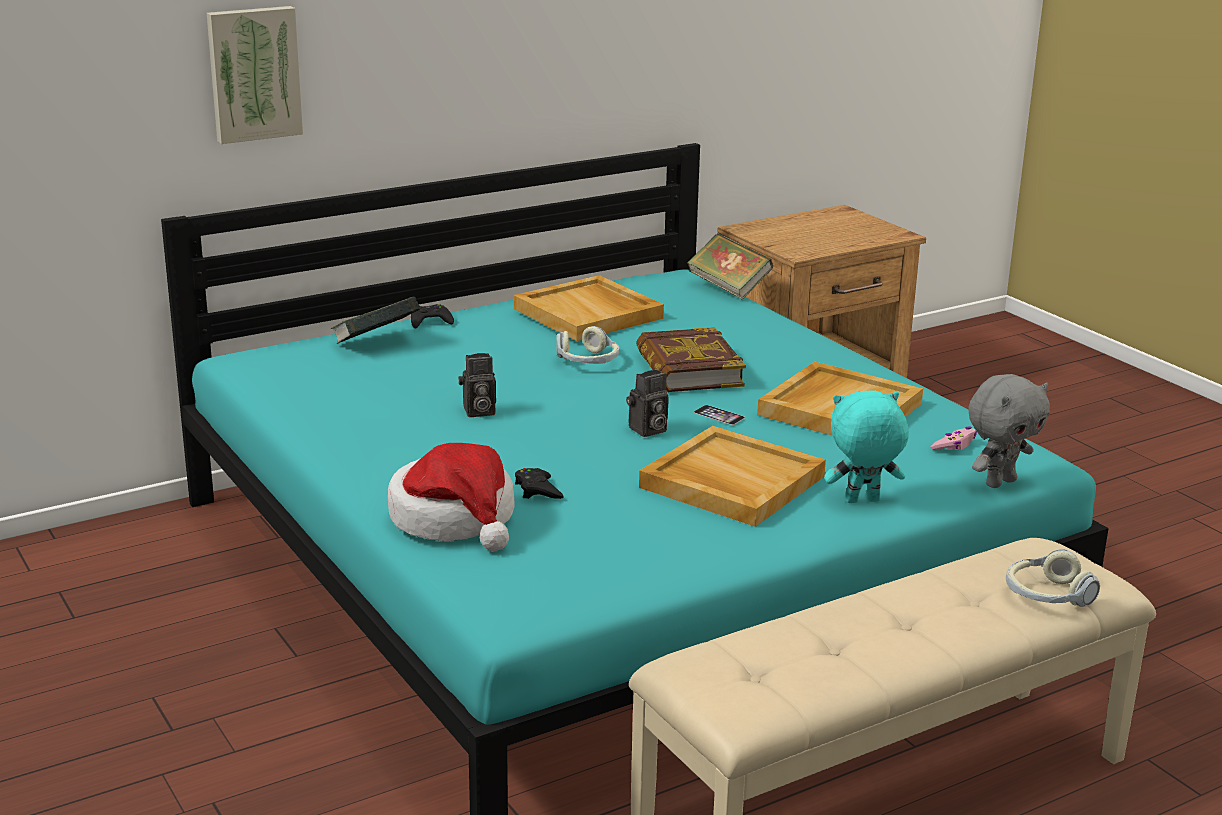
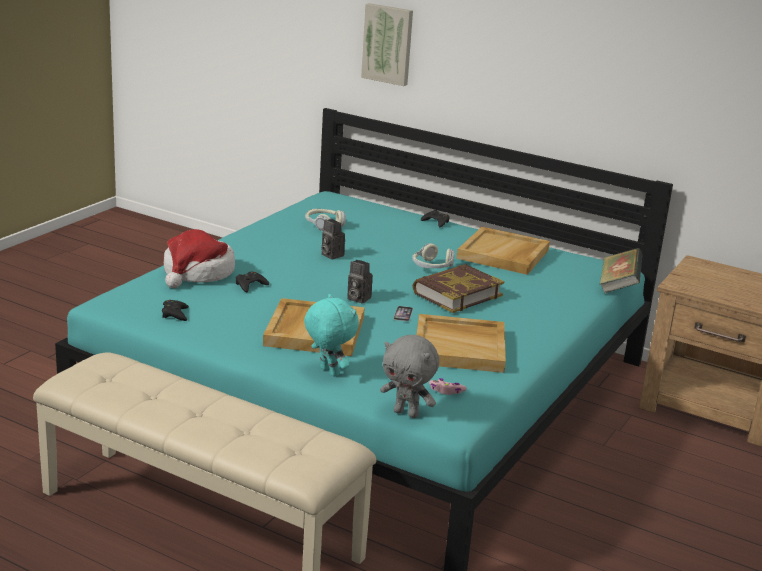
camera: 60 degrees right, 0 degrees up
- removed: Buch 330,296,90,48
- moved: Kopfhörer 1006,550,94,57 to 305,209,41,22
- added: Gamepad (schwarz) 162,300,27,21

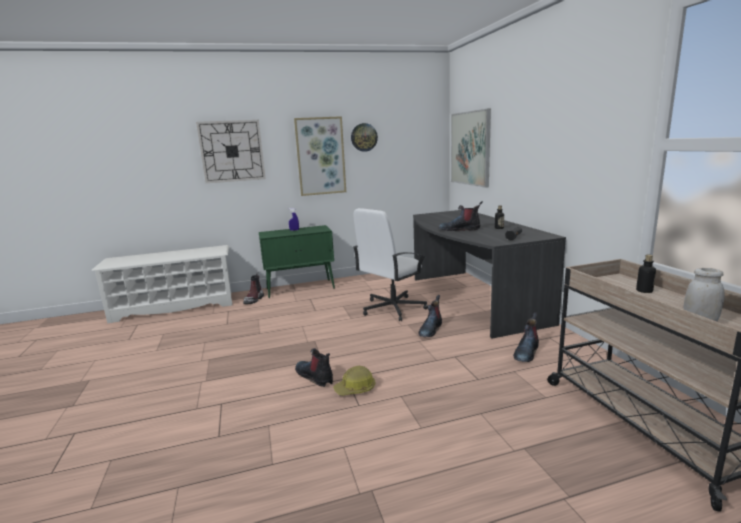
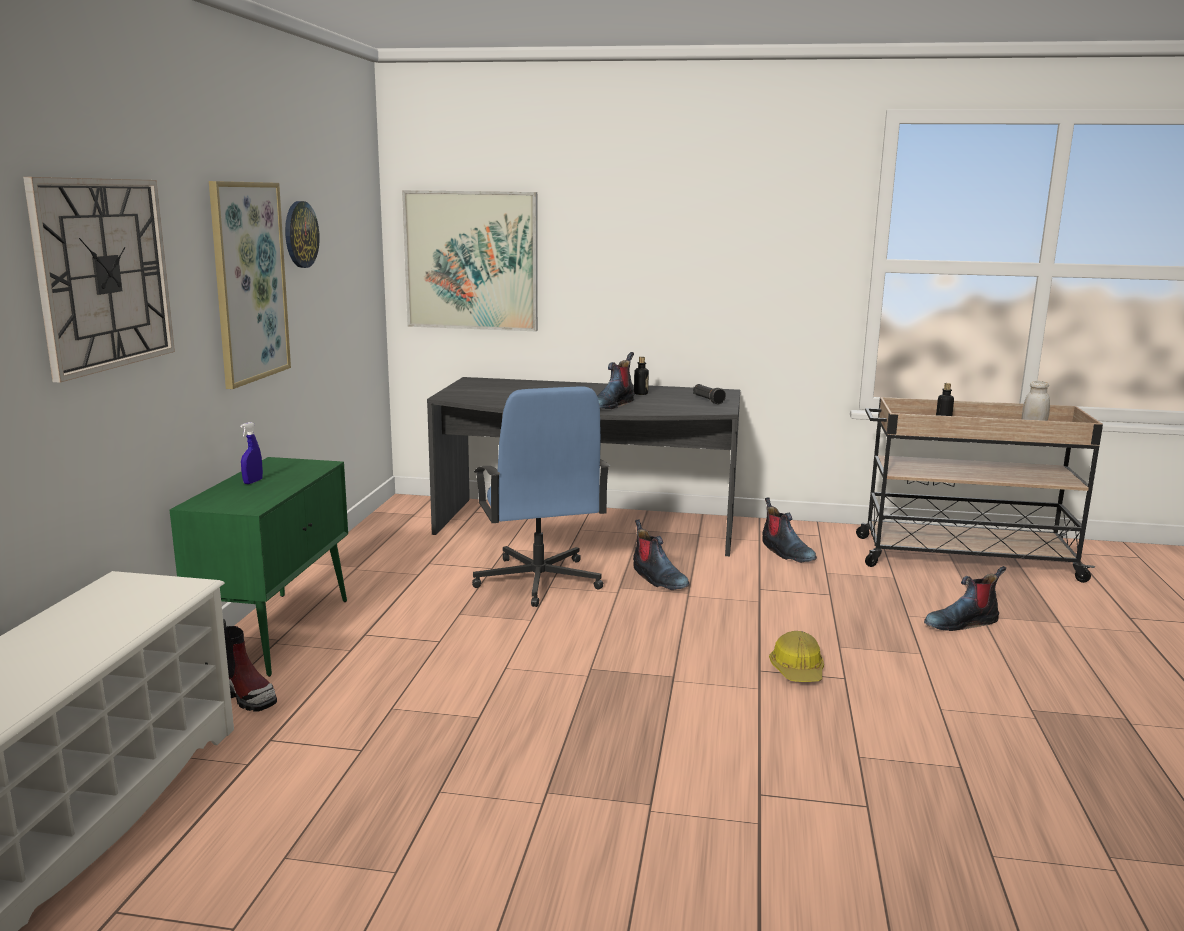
camera: 65 degrees left, 0 degrees up
- recoloured: Bürostuhl (weiß) 353,208,75,113 to Bürostuhl (blau) 472,387,138,220
- moved: Stiefel 295,348,38,39 to 924,566,82,65

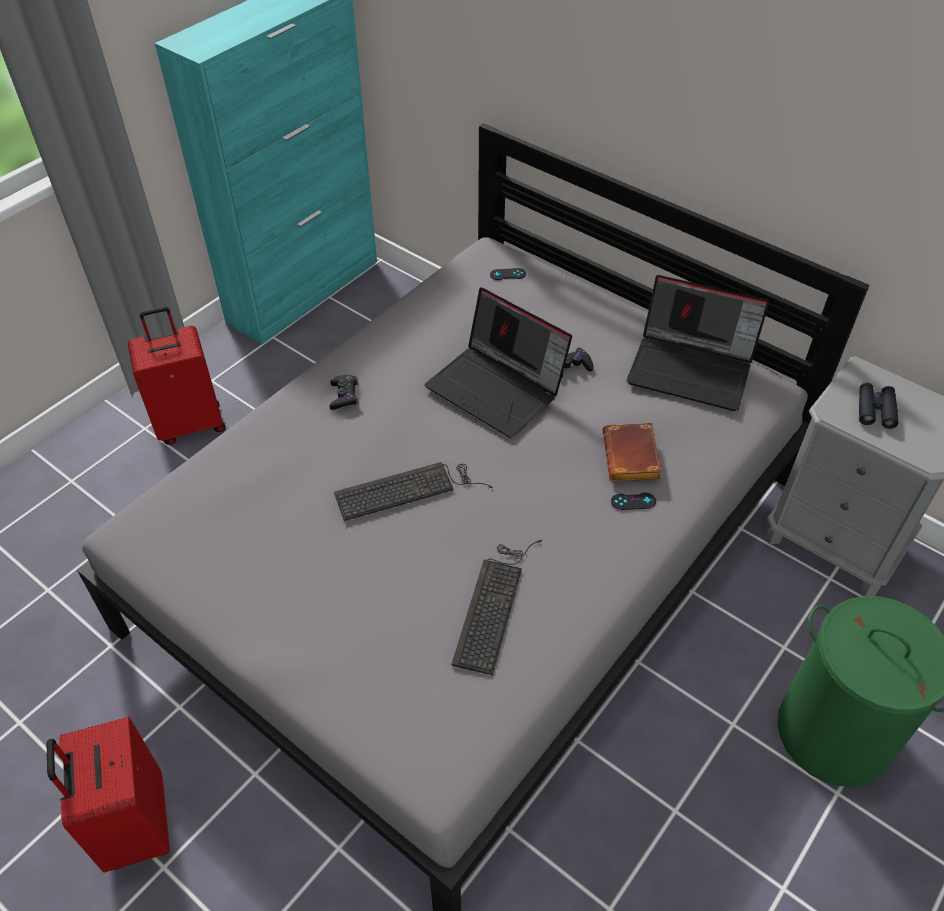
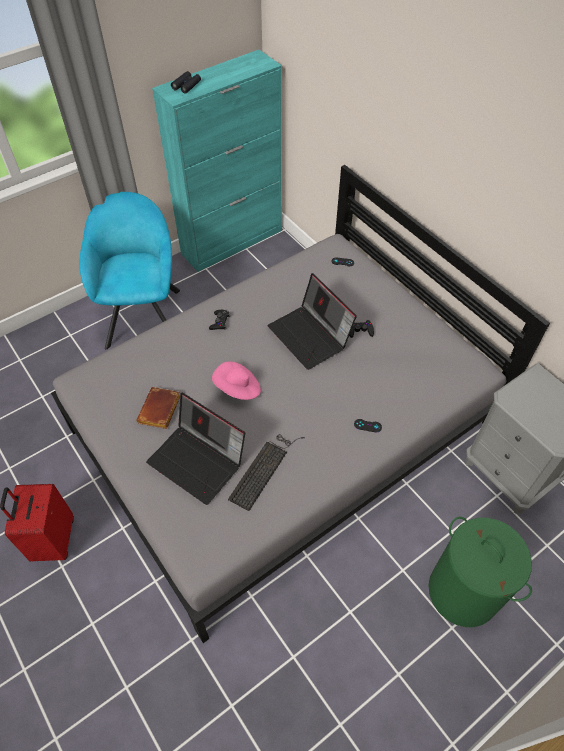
camera: 15 degrees right, 5 degrees up
- moved: Laptop 626,275,143,136 to 146,393,99,112
- replaced: Koffer (rot) 128,307,98,138 to Sessel (türkis) 79,192,101,157
- moved: Fernglas (schwarz) 859,383,39,46 to 171,71,30,23
- moved: Buch (braun) 602,423,59,58 to 136,387,44,42
- replaced: Tastatur 334,462,159,59 to Hut (rosa) 212,362,49,38

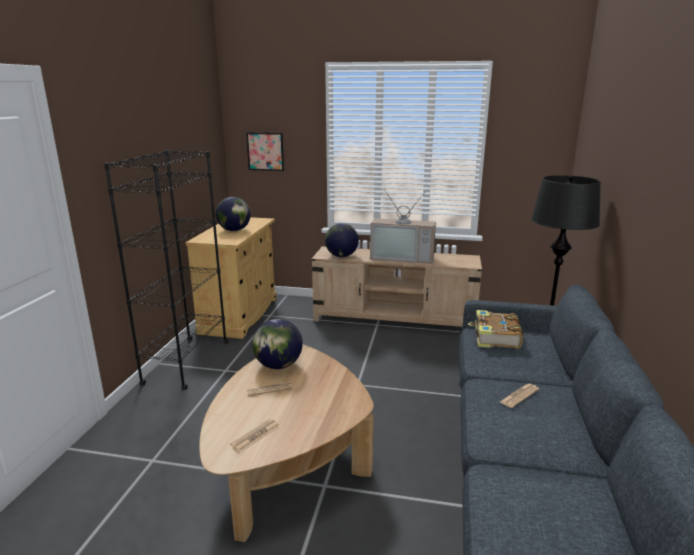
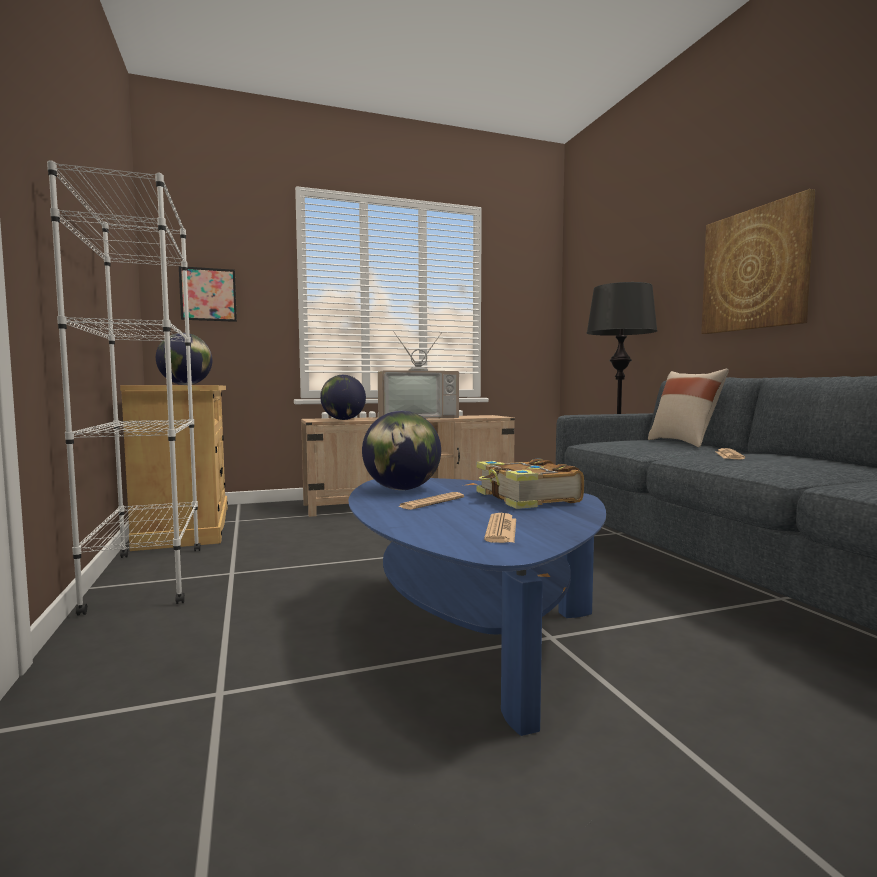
camera: 30 degrees left, 15 degrees down
- recoloured: Bücherregal (schwarz) 104,150,124,240 to Bücherregal (weiß) 47,160,154,456
- moved: Buch 468,310,55,39 to 476,458,108,51
- recoloured: Couchtisch (braun) 199,345,175,197 to Couchtisch (blau) 349,478,257,258
- added: Bild 701,189,114,145
- added: Kissen (beige) 648,369,81,78

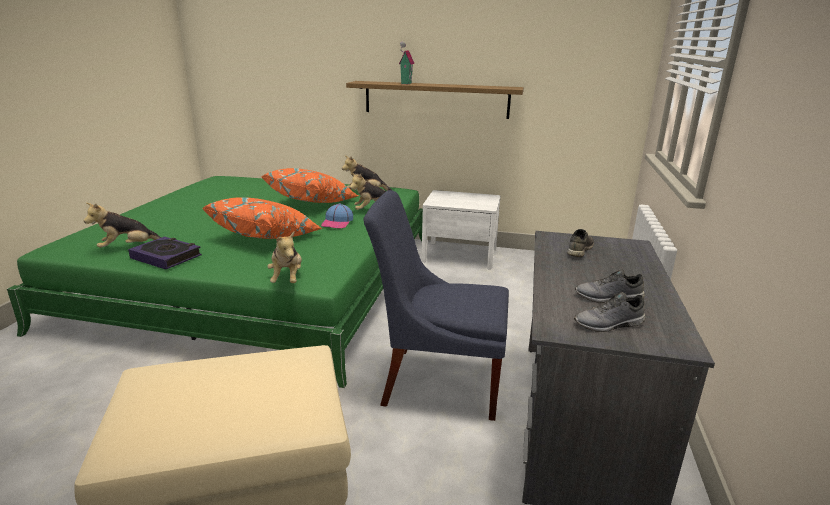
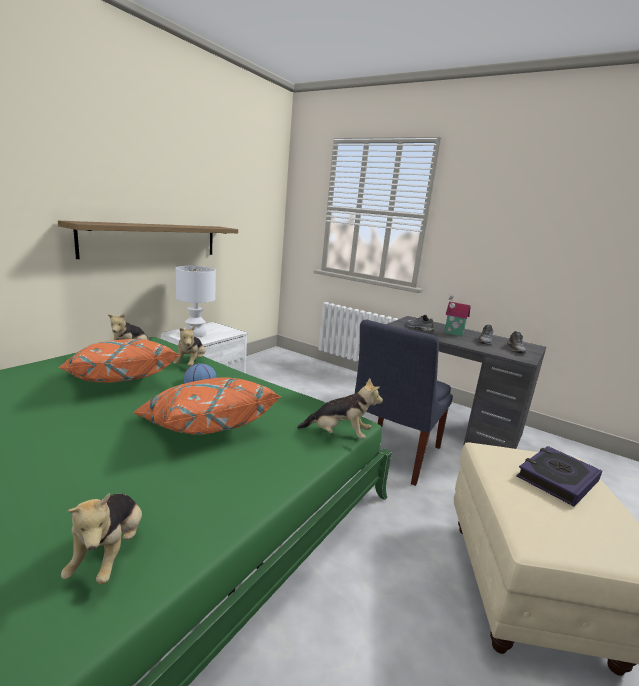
camera: 70 degrees left, 5 degrees down
- moved: Spielzeughaus 399,41,16,43 to 444,295,27,42
- moved: Buch 128,236,74,33 to 516,446,86,61
- added: Tischlampe (weiß) 175,266,41,71

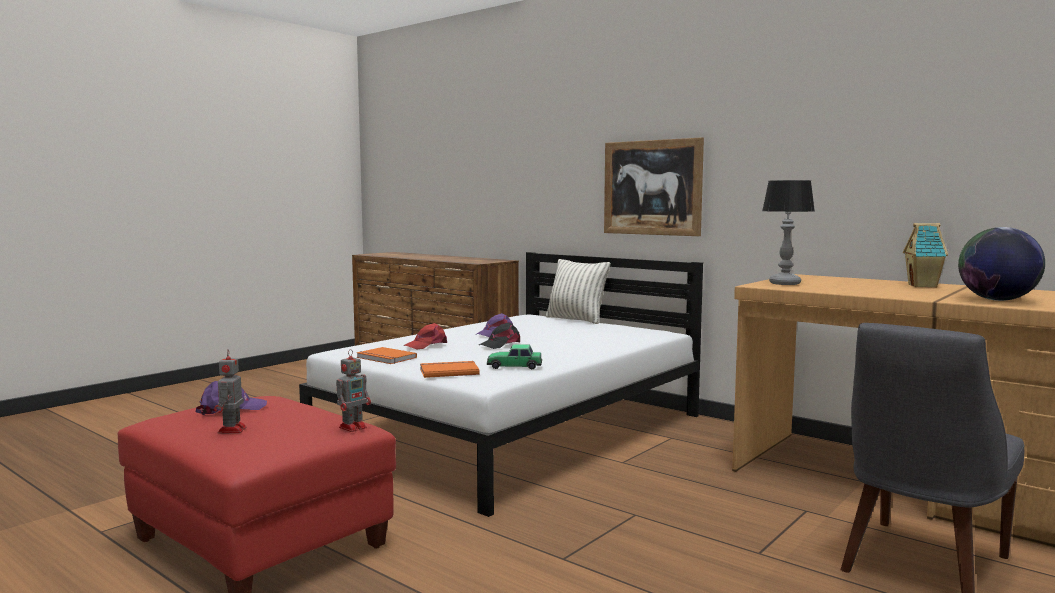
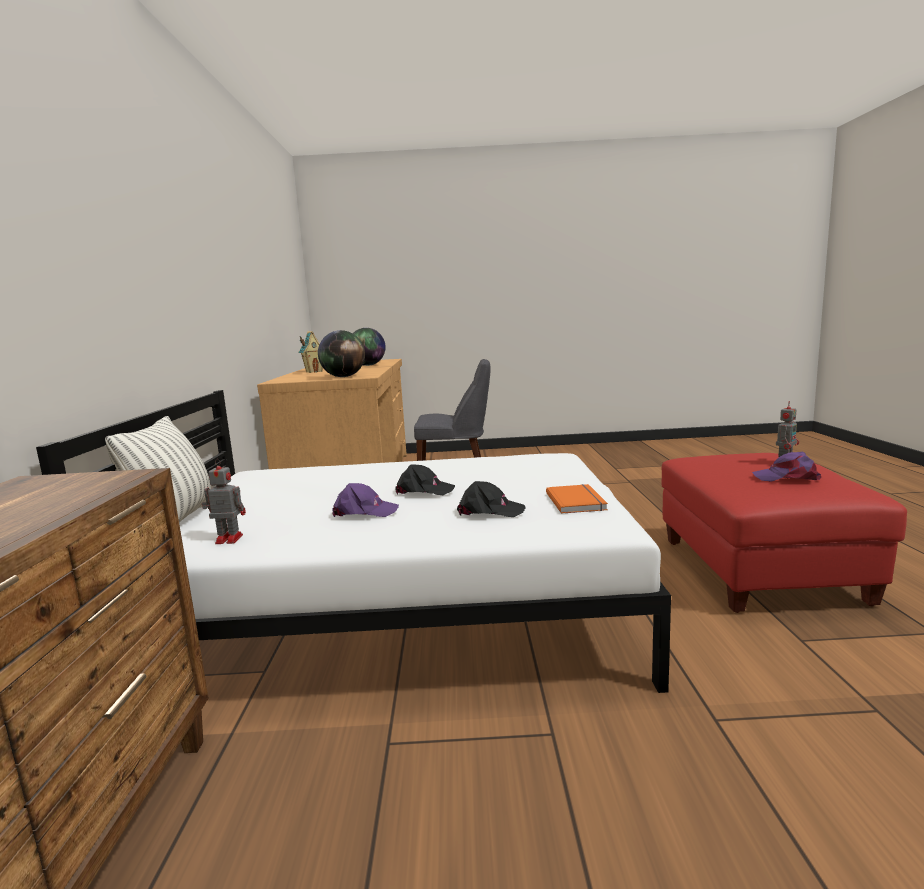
camera: 130 degrees left, 5 degrees up
- removed: Bild 604,137,100,99
- replaced: Tischlampe 762,180,53,105 to Globus 318,330,47,47
- recoloured: Kappe (rot) 403,323,44,27 to Kappe (schwarz) 457,481,69,36
- removed: Spielzeugauto 487,344,55,25
- moved: Spielzeugroboter 336,349,35,83 to 202,459,44,85
- removed: Buch (orange) 420,361,59,17

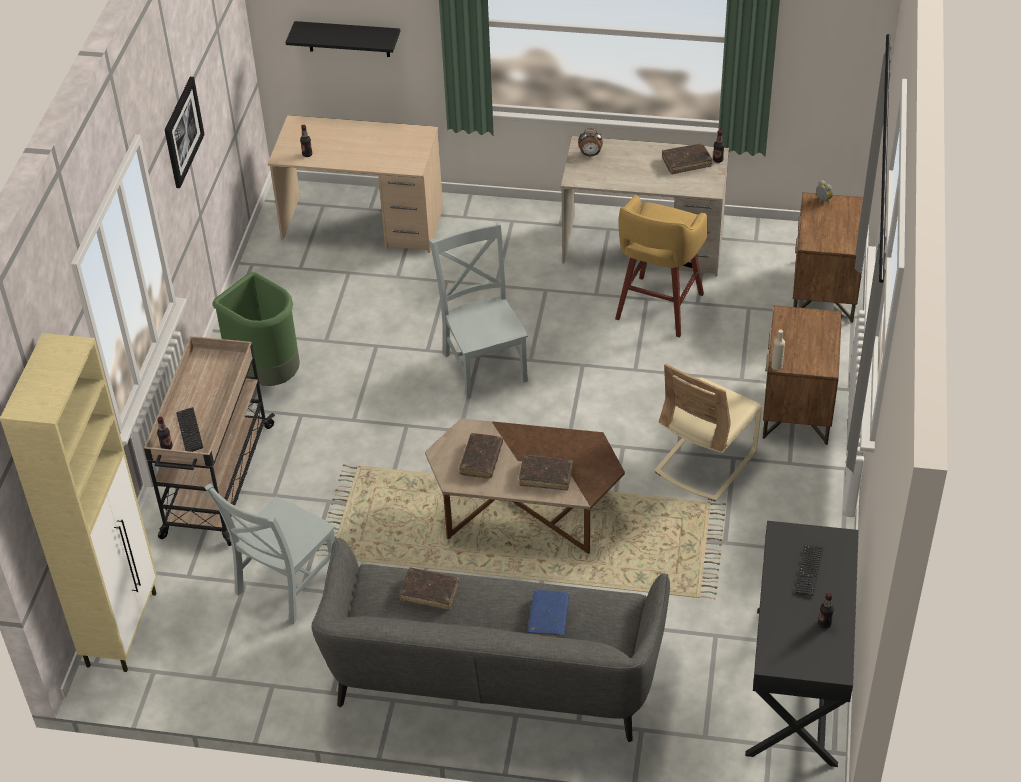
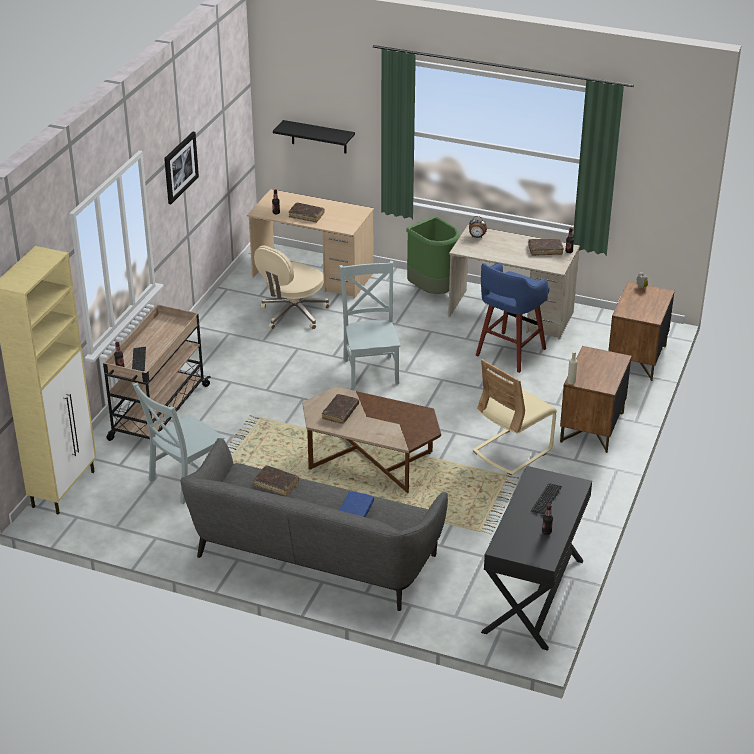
camera: 10 degrees right, 10 degrees down
- recoloured: Hocker (gelb) 615,195,93,142 to Hocker (blau) 476,262,74,111
- moved: Mülleimer (grün) 213,272,87,114 to 406,216,54,78
- moved: Buch (braun) 519,455,54,35 to 289,203,36,20
- added: Bürostuhl (beige) 254,246,75,83

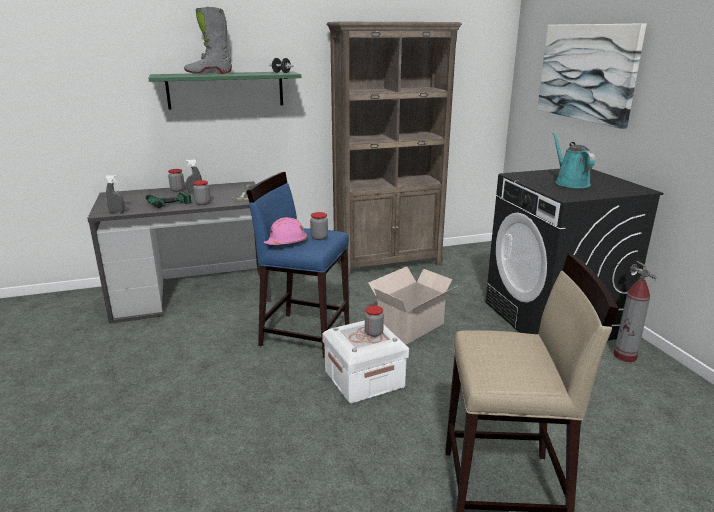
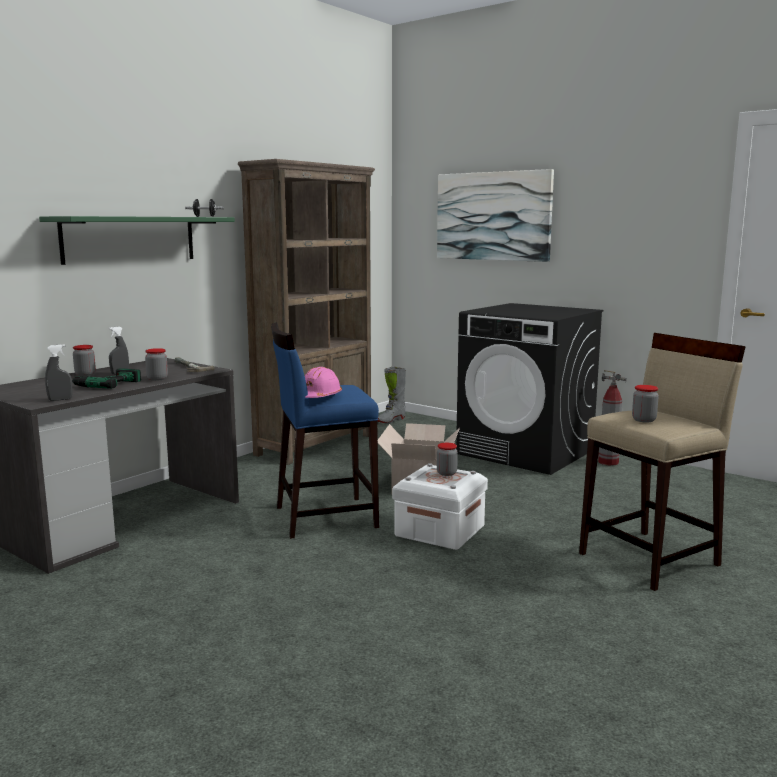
camera: 35 degrees left, 10 degrees down
- moved: Stiefel (grau) 184,7,48,68 to 377,367,29,56
- removed: Gießkanne (türkis) 552,132,43,56
- moved: Vorratsglas 310,212,18,28 to 632,385,27,38

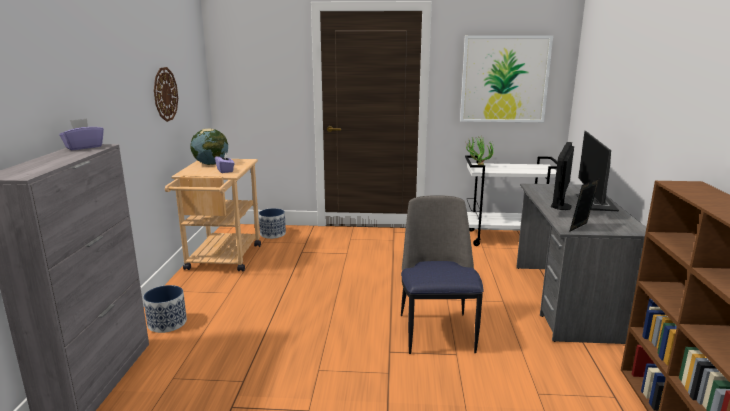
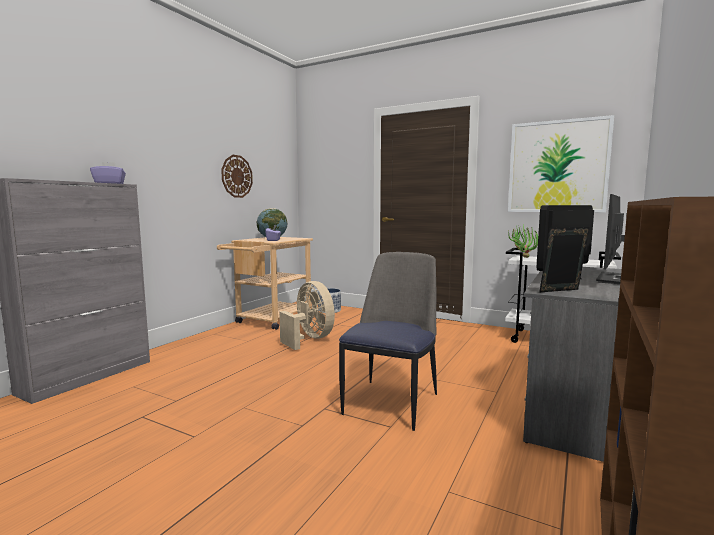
camera: 25 degrees right, 10 degrees down
- removed: Pflanzkübel 143,285,44,48
- added: Ventilator (beige) 279,281,56,69

